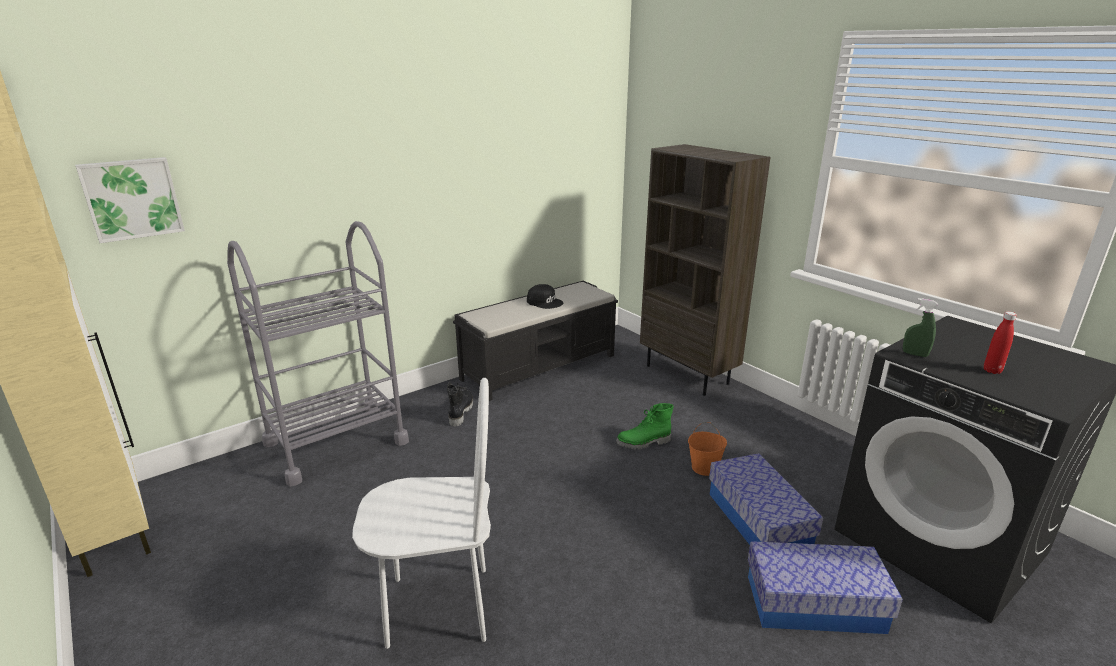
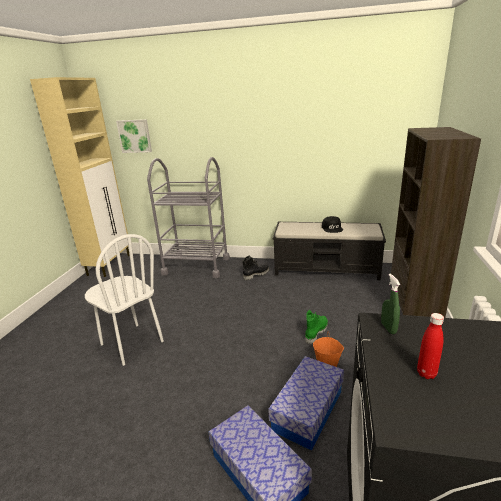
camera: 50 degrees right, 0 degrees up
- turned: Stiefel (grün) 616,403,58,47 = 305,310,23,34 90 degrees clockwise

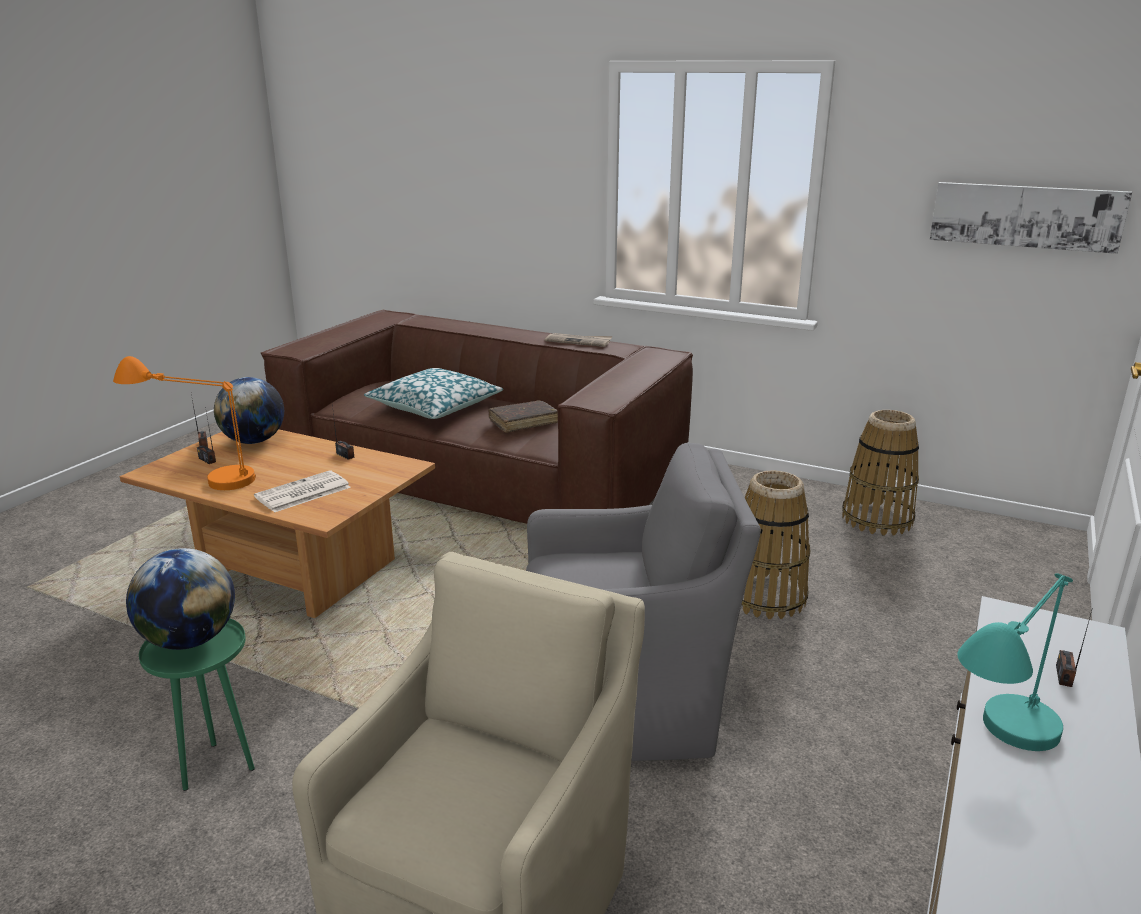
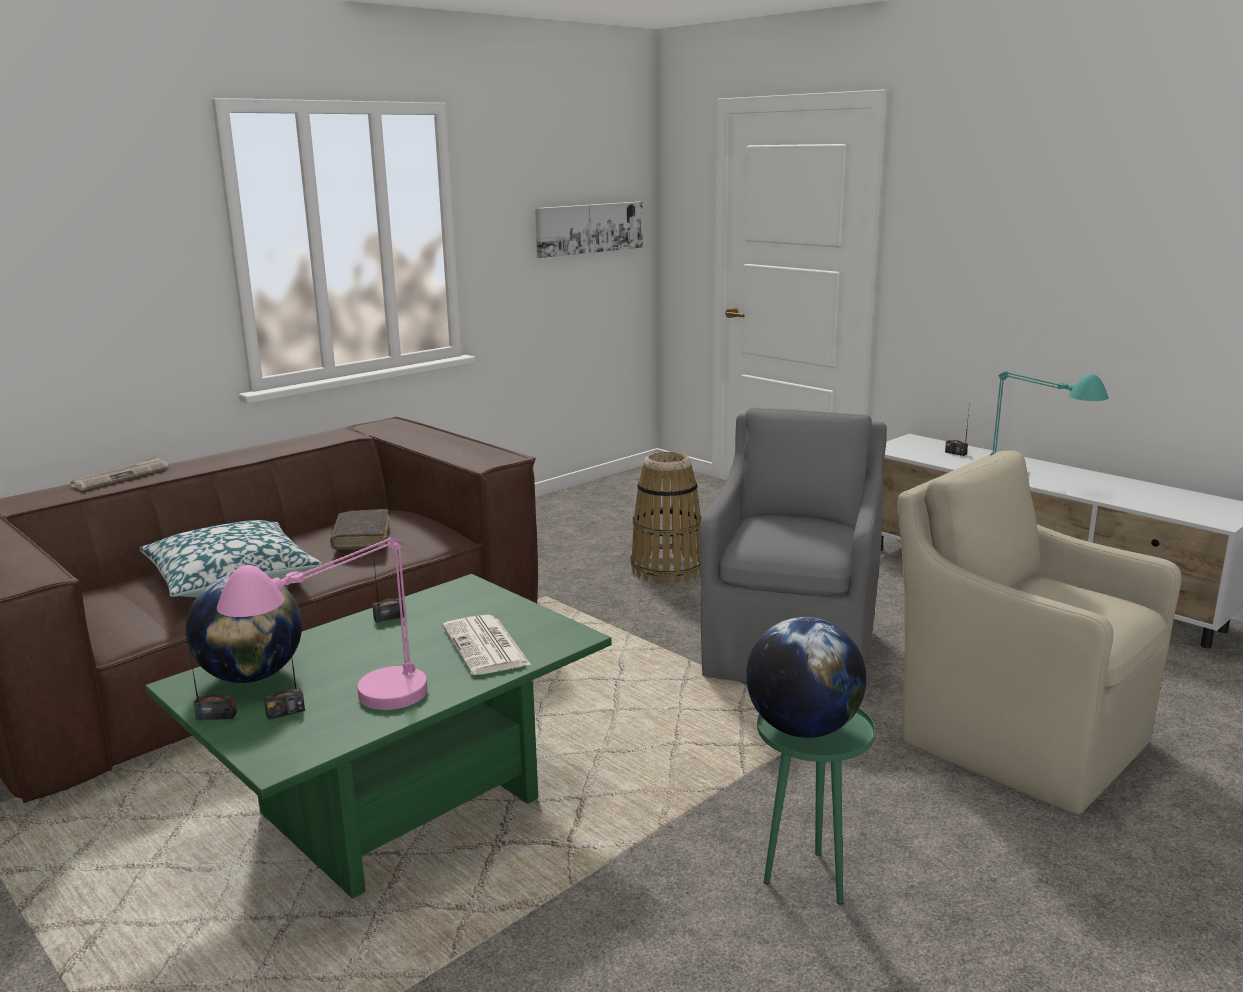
camera: 70 degrees left, 5 degrees down
- moved: Zeitung 545,333,67,14 to 70,456,99,35
- recoloured: Tischlampe (orange) 113,356,143,134 to Tischlampe (rosa) 217,537,211,173
- removed: Korb 842,410,77,126
- recoloured: Couchtisch (braun) 120,429,315,189 to Couchtisch (grün) 145,574,467,325

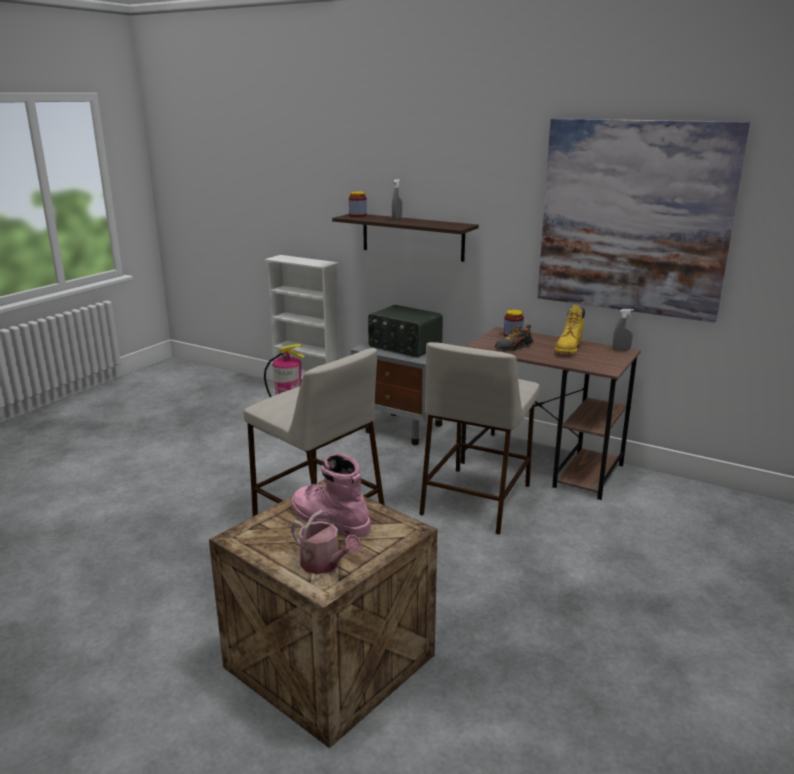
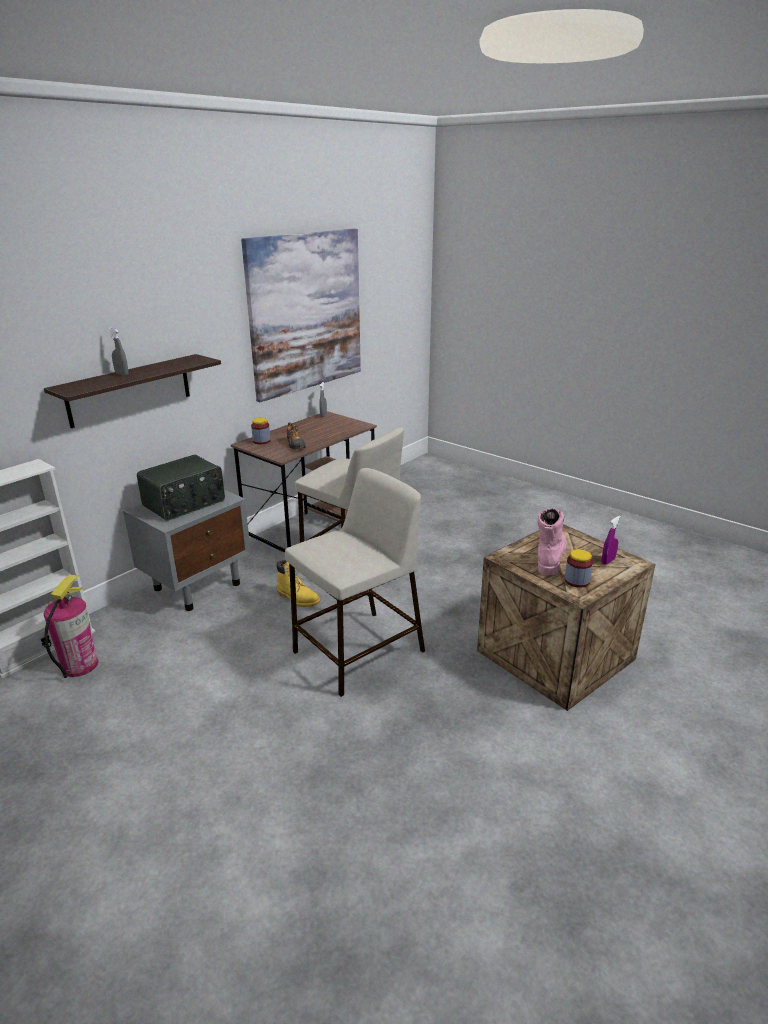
camera: 80 degrees left, 5 degrees up
- moved: Vorratsglas 349,192,18,25 to 565,549,28,39
- moved: Stiefel (gelb) 555,305,30,49 to 276,560,44,47
- turned: Stiefel (rosa) 291,453,80,85 = 538,508,29,67 150 degrees clockwise
- replaced: Gießkanne 291,510,71,64 to Sprühflasche (lila) 602,516,19,49

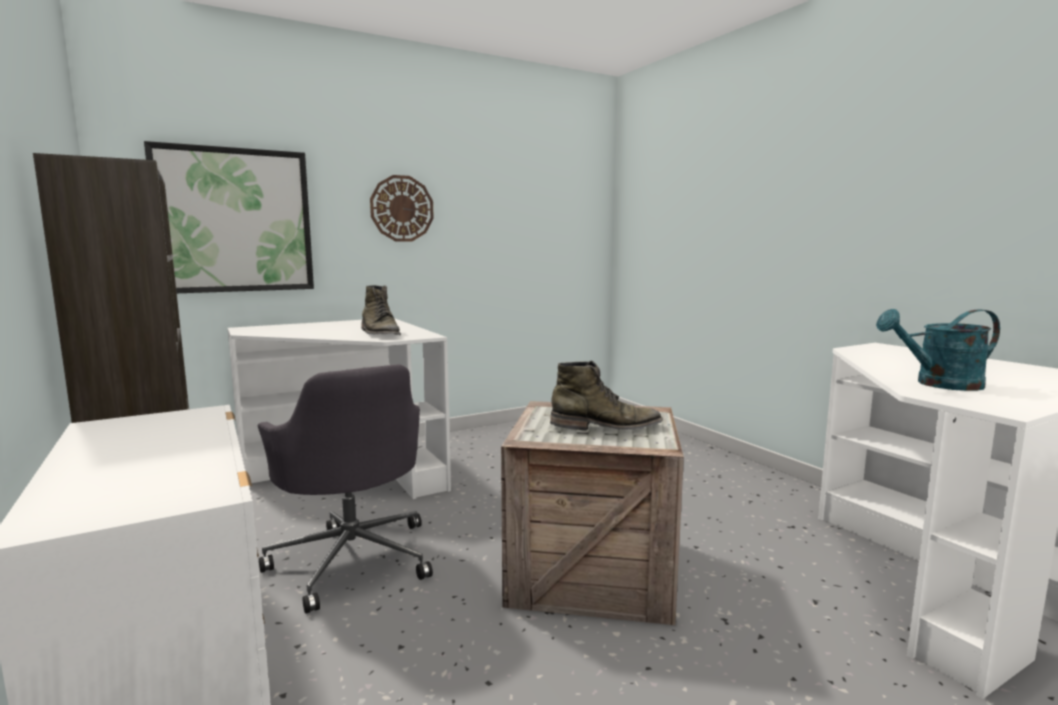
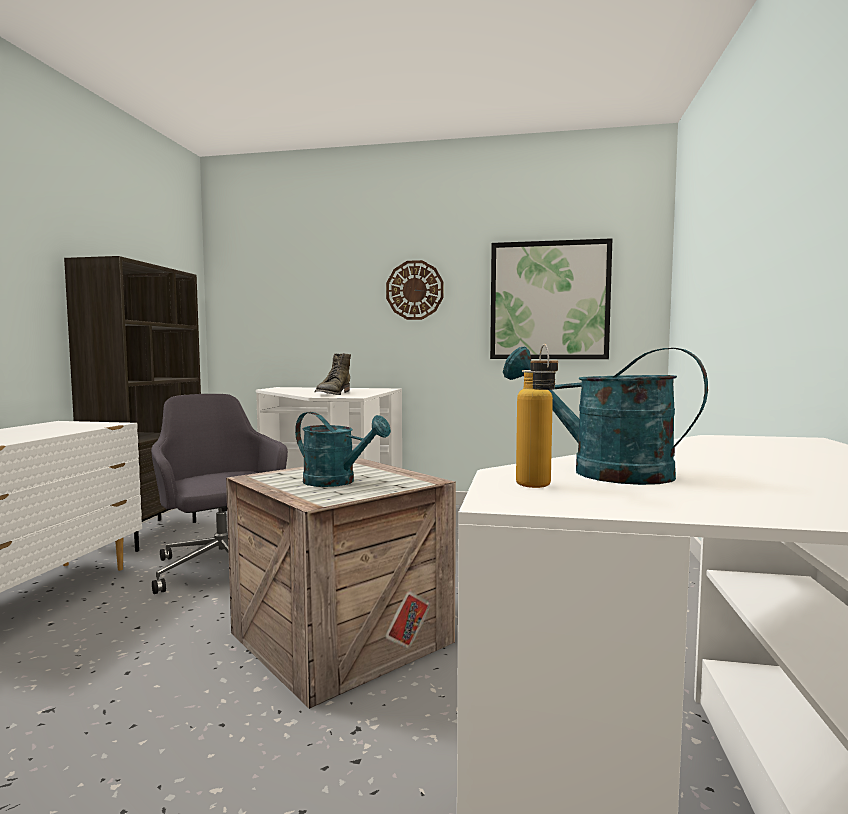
camera: 40 degrees right, 5 degrees down
- moved: Bild 144,141,170,152 to 490,238,122,121
- replaced: Stiefel (grün) 550,361,113,70 to Gießkanne (türkis) 295,412,96,75
- turned: Bürostuhl (grau) 258,364,175,250 = 151,394,137,200 135 degrees clockwise
- added: Flasche 516,344,42,144

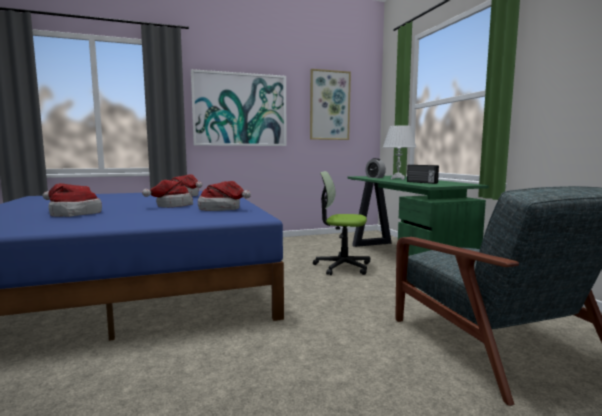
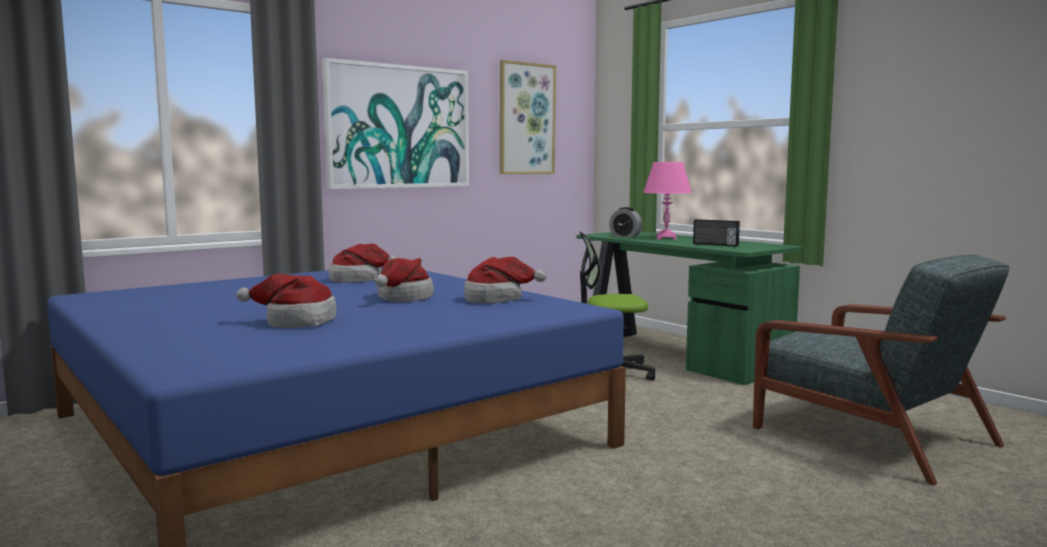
camera: 20 degrees left, 0 degrees up
- recoloured: Tischlampe (weiß) 383,125,33,55 to Tischlampe (rosa) 643,162,49,78

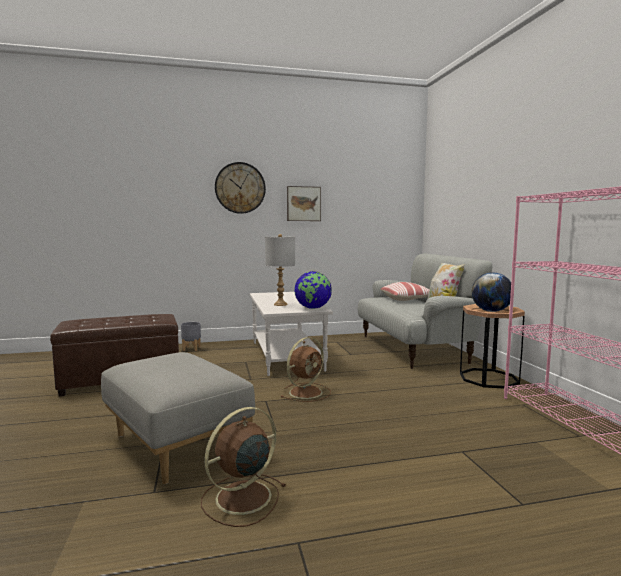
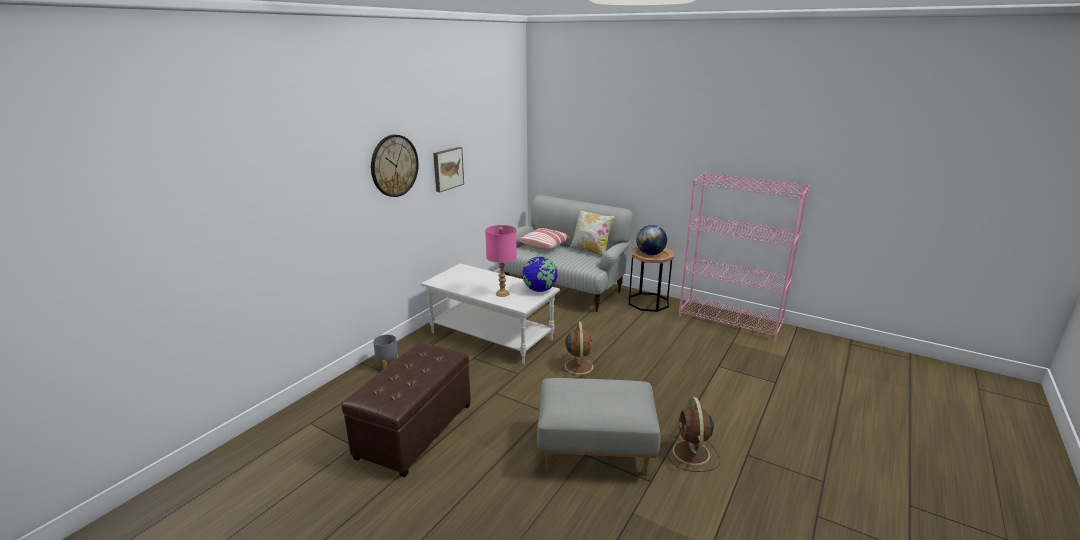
camera: 45 degrees left, 15 degrees up
- recoloured: Tischlampe (grau) 265,234,30,72 to Tischlampe (rosa) 485,225,32,72

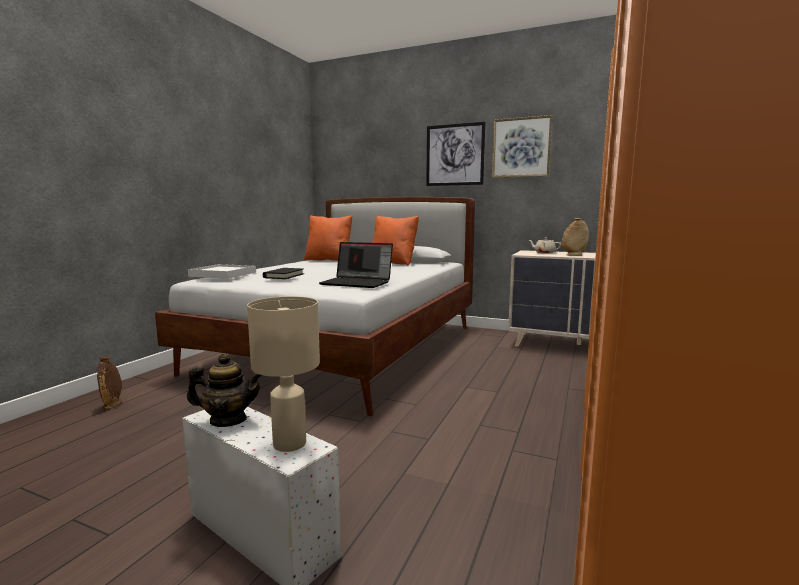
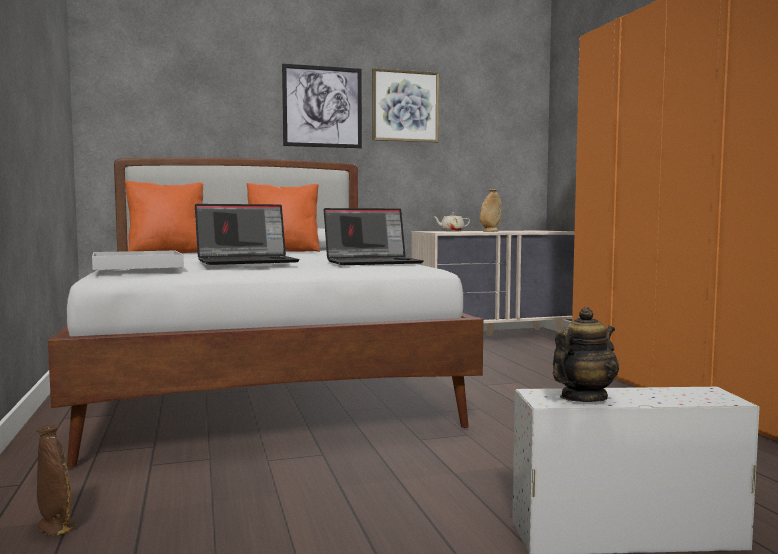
camera: 40 degrees left, 5 degrees down
- replaced: Buch (schwarz) 263,268,41,11 to Laptop 195,204,105,61
- removed: Tischlampe (beige) 247,296,73,156

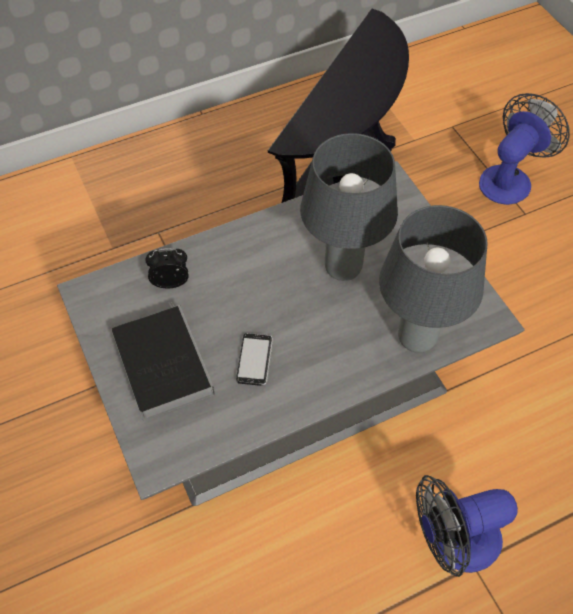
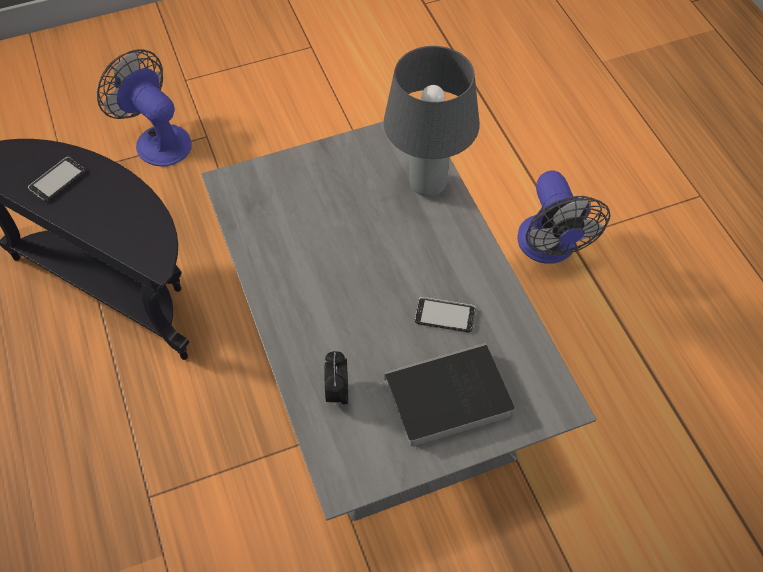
camera: 85 degrees left, 0 degrees up
- removed: Tischlampe (grau) 300,133,98,148
- added: Handy 28,157,58,45

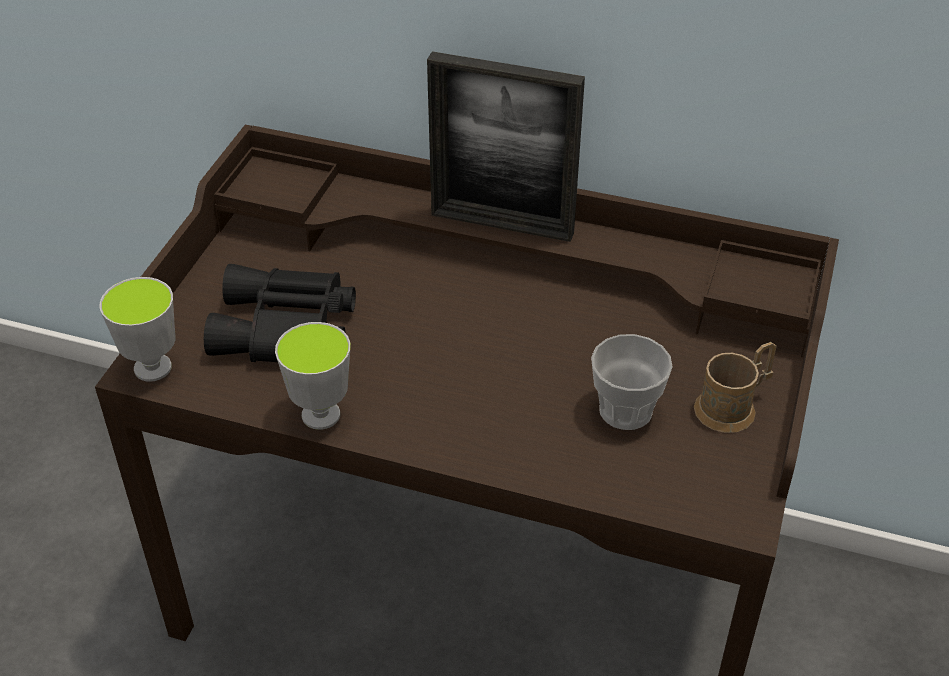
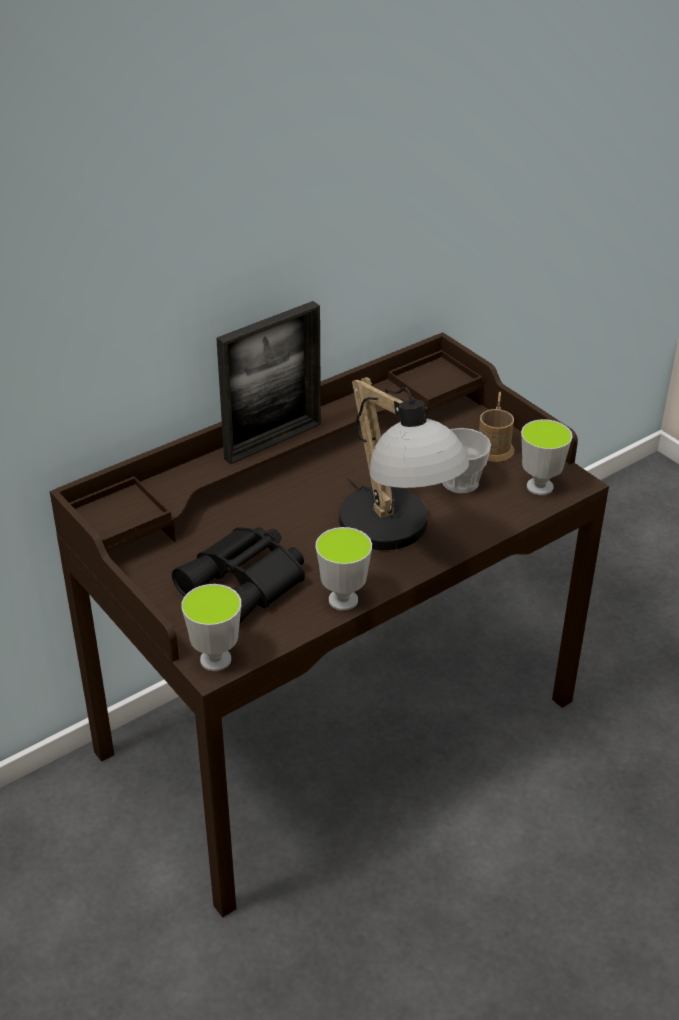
camera: 55 degrees left, 5 degrees down
- added: Tischlampe 339,377,130,173
- added: Tasse 521,419,52,76

